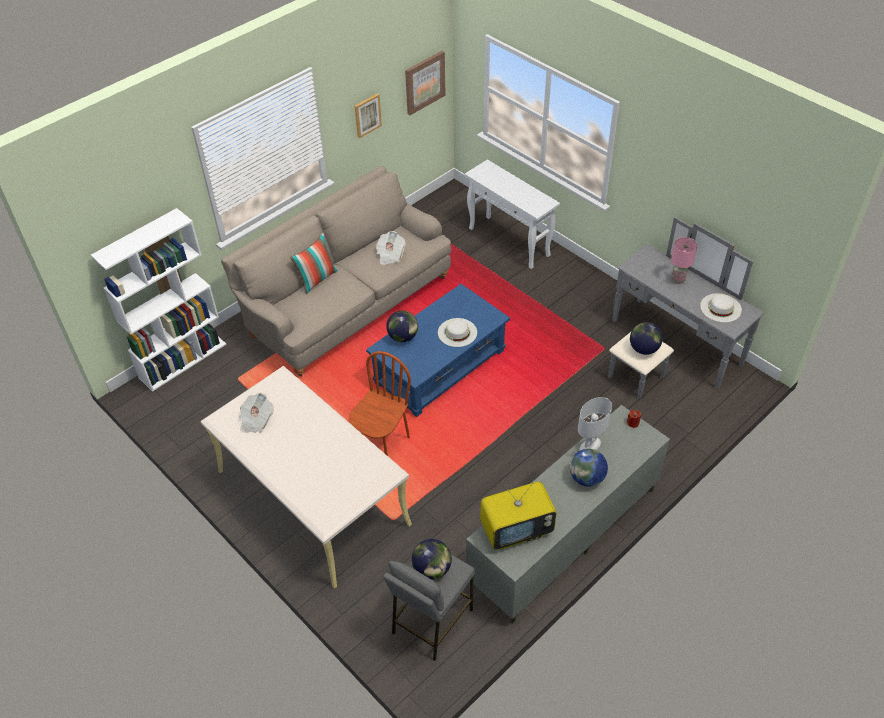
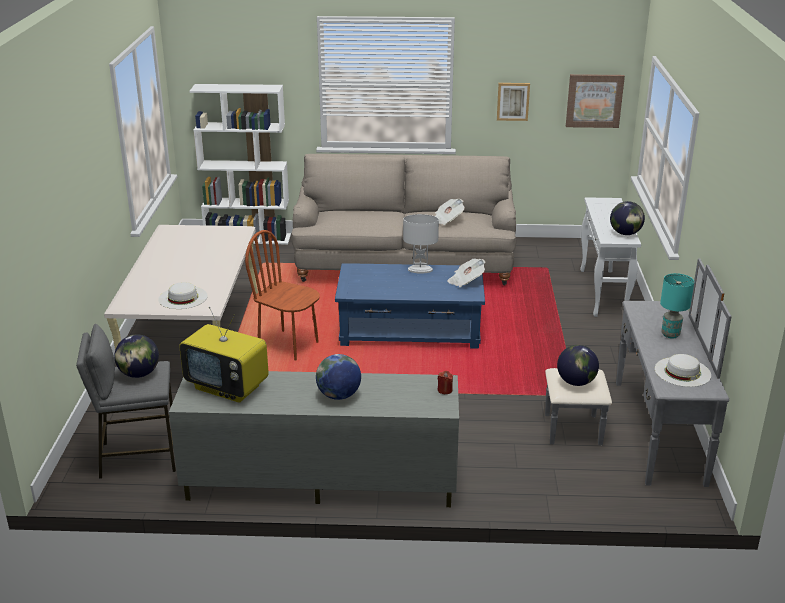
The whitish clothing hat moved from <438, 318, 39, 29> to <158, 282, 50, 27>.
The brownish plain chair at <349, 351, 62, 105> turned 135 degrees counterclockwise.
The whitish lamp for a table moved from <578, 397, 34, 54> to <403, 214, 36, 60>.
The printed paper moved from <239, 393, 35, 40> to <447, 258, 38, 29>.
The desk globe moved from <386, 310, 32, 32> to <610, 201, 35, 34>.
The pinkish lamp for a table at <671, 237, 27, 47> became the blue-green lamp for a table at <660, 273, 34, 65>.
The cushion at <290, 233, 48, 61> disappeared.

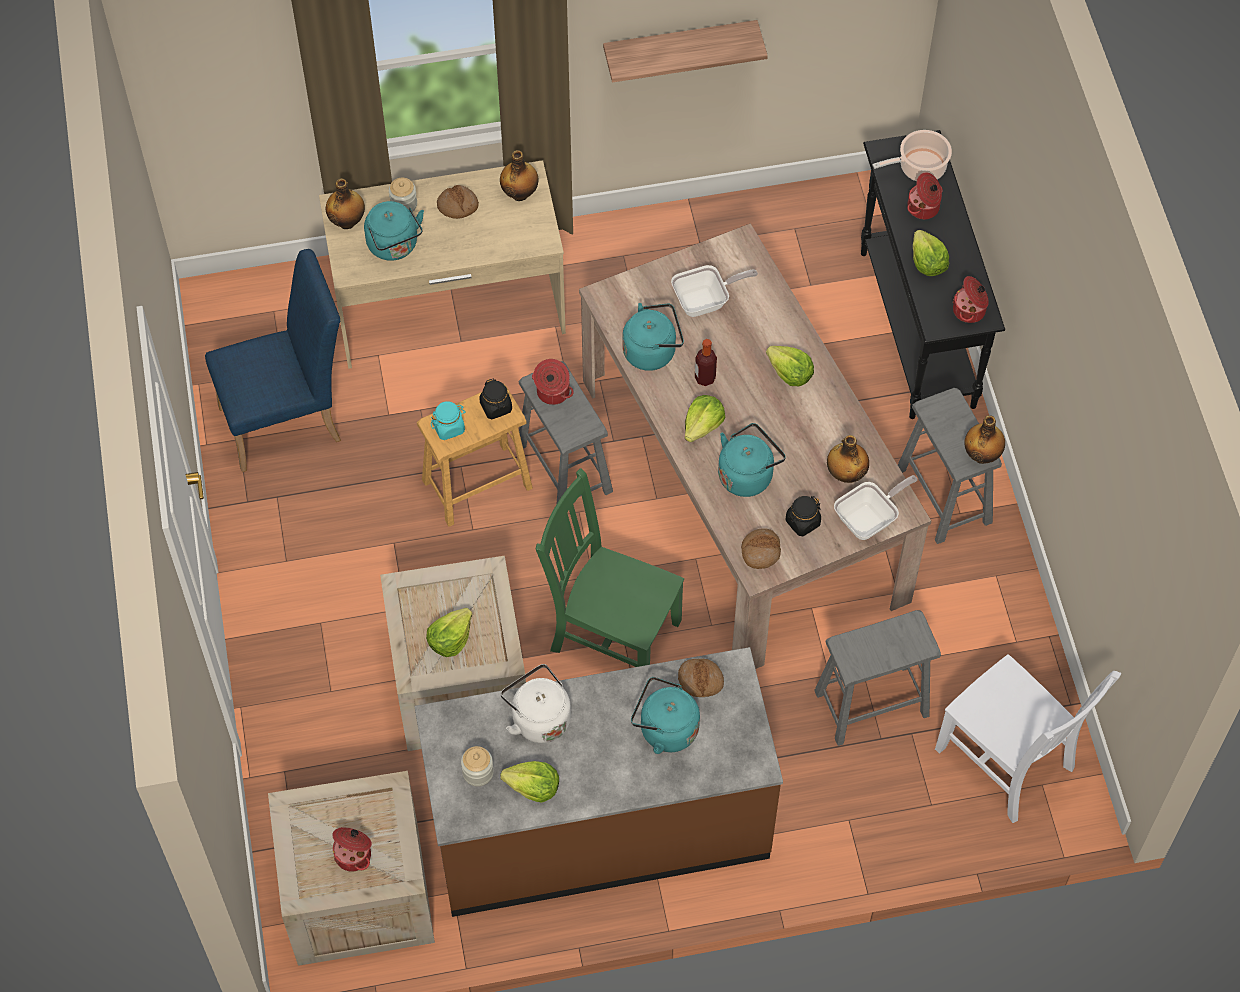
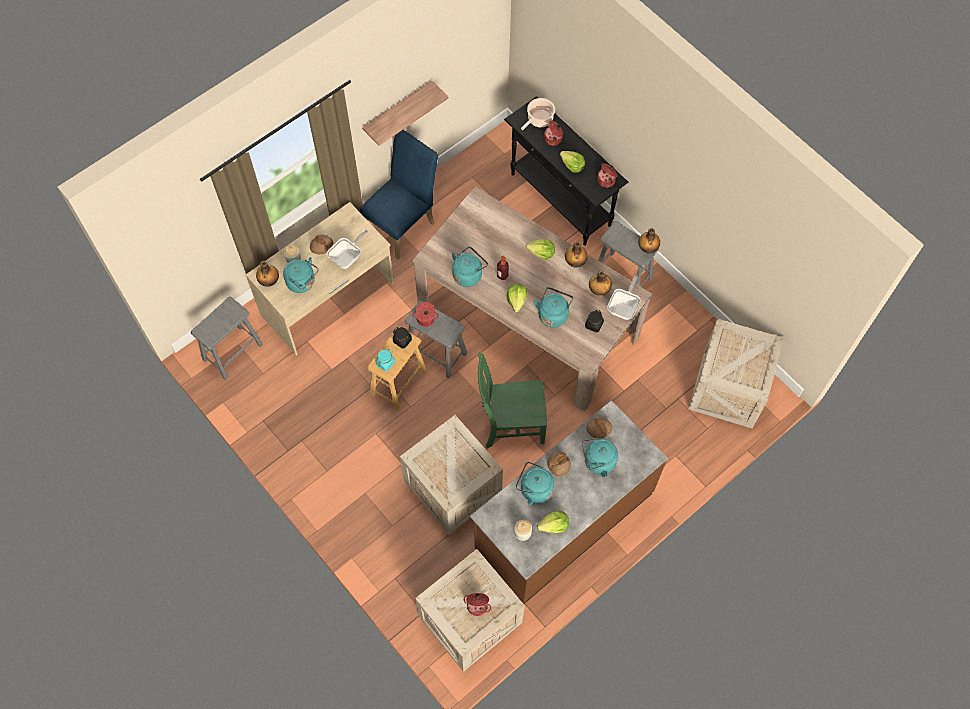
The greyish stool seat moved from <814, 610, 127, 136> to <190, 297, 73, 83>.
The frying pan moved from <671, 265, 87, 52> to <327, 230, 41, 39>.
The bluish plain chair moved from <205, 249, 136, 223> to <360, 130, 78, 130>.
The whitish kettle at <501, 664, 70, 79> became the blue-green kettle at <516, 462, 38, 43>.
The baked bread moved from <741, 528, 40, 41> to <547, 451, 24, 25>.
The bottle moved from <500, 150, 39, 51> to <565, 241, 22, 26>.
The whitish plain chair at <935, 654, 186, 169> was replaced by the shipping crate at <688, 319, 95, 109>.
The lettuce at <426, 608, 46, 49> disappeared.

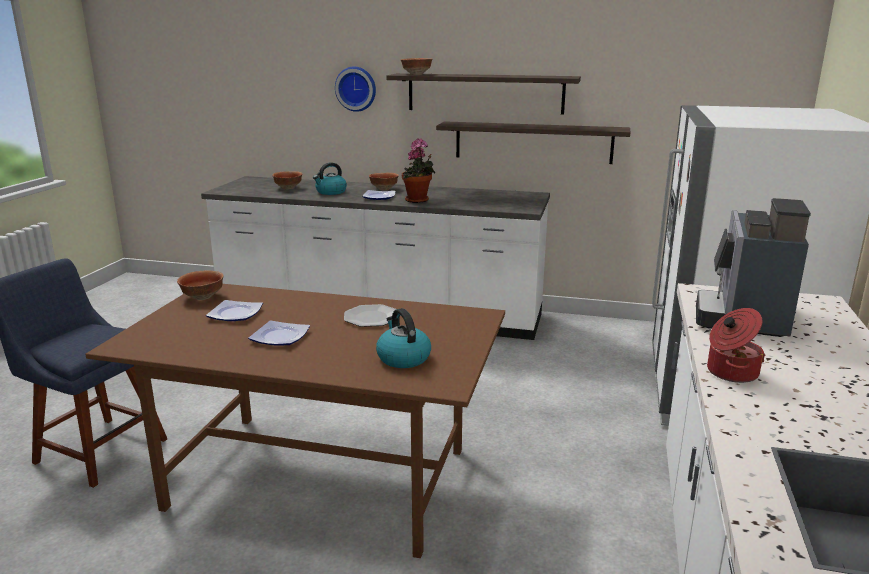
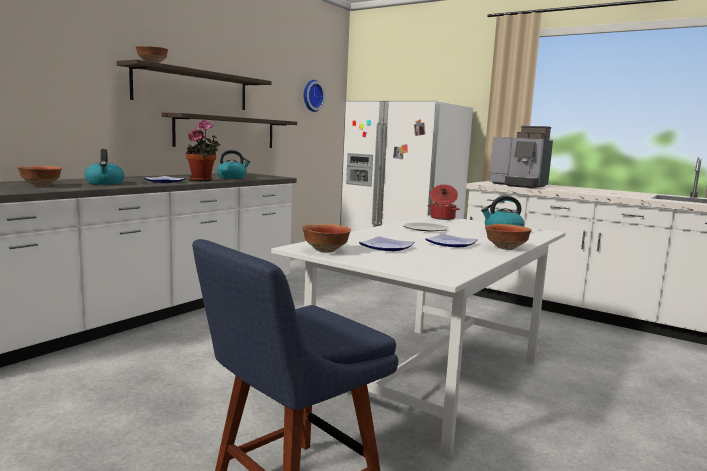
The kettle at <217, 150, 33, 29> appeared.
The brownish dining table at <85, 284, 420, 274> became the whitish dining table at <271, 215, 295, 242>.
The clock on the wall moved from <335, 67, 41, 45> to <304, 80, 21, 32>.
The stockpot moved from <707, 308, 58, 75> to <427, 185, 33, 35>.
The bowl moved from <369, 173, 30, 17> to <485, 224, 47, 26>.

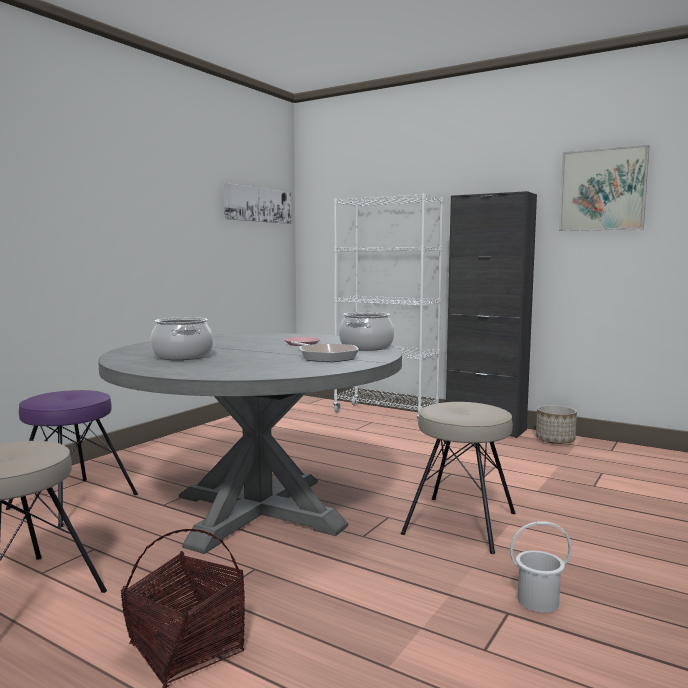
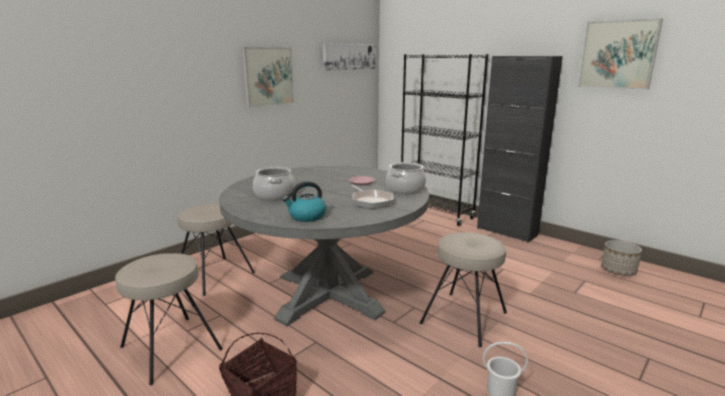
The purple stool seat at <6, 390, 132, 138> became the beige stool seat at <178, 204, 77, 92>.
The wall art at <242, 47, 52, 61> appeared.
The kettle at <282, 182, 44, 40> appeared.
The whitish bookshelf at <333, 193, 110, 226> became the black bookshelf at <401, 54, 87, 172>.
The flower pot moved from <536, 405, 41, 39> to <601, 240, 41, 36>.

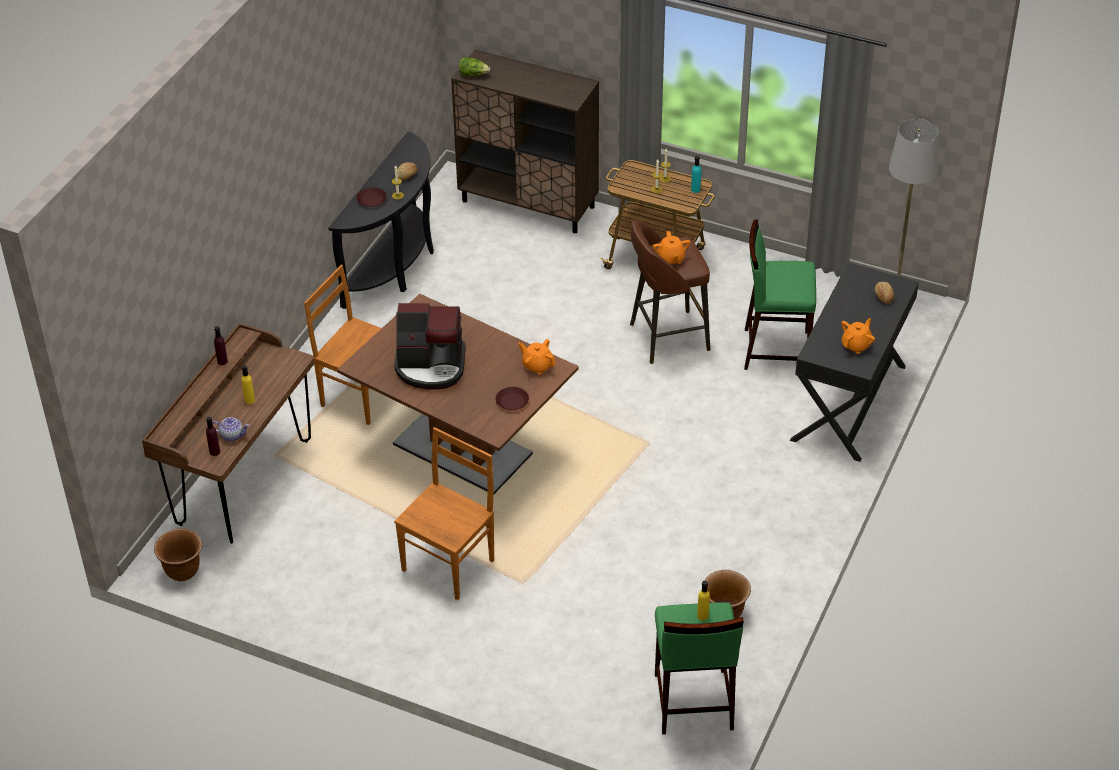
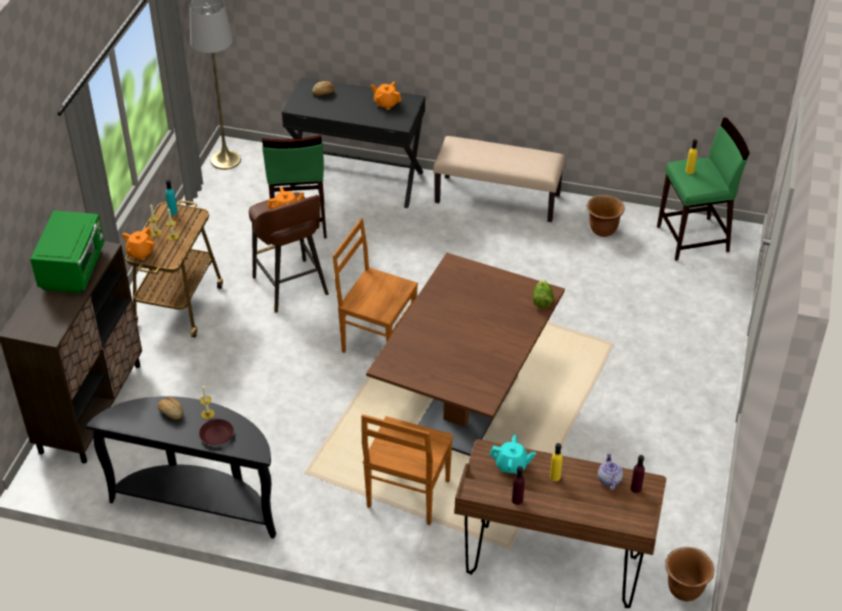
The green-coloured kitchen microwave at <30, 210, 74, 83> appeared.
The orange teapot moved from <518, 339, 38, 35> to <122, 227, 32, 33>.
The brownish plain chair moved from <394, 427, 100, 173> to <333, 218, 85, 135>.
The beige long seat at <433, 136, 132, 86> appeared.
The blue-green teapot at <490, 435, 46, 39> appeared.
The lettuce moved from <459, 57, 31, 19> to <533, 280, 21, 28>.
The coffee machine at <394, 303, 72, 87> disappeared.
The brownish flat dish at <496, 387, 33, 23> disappeared.

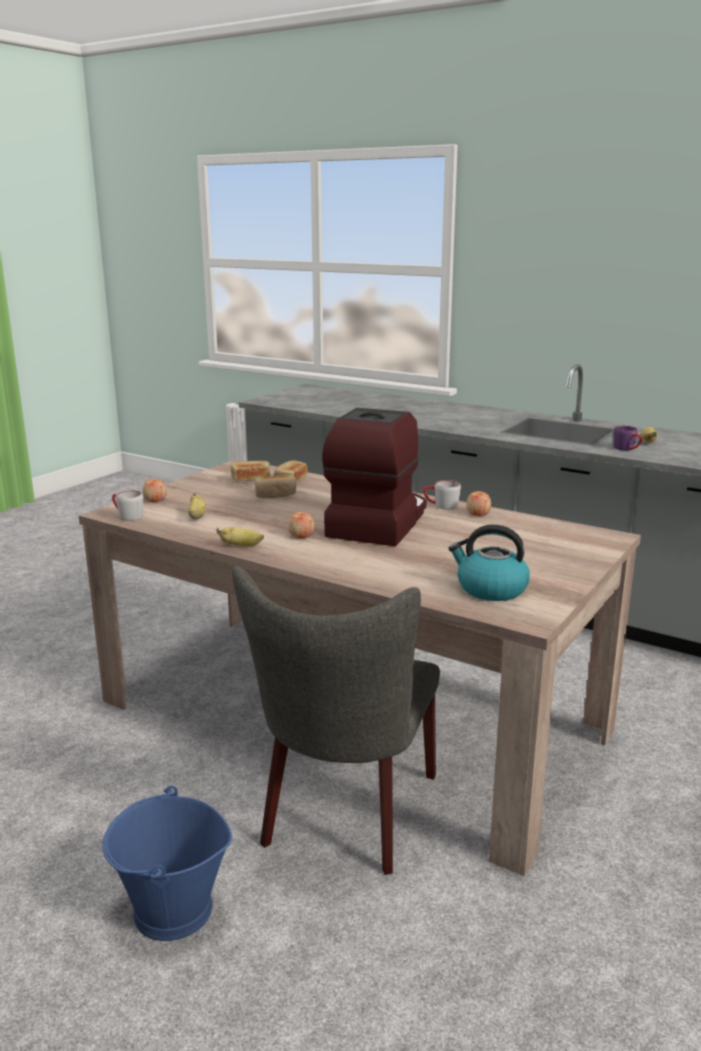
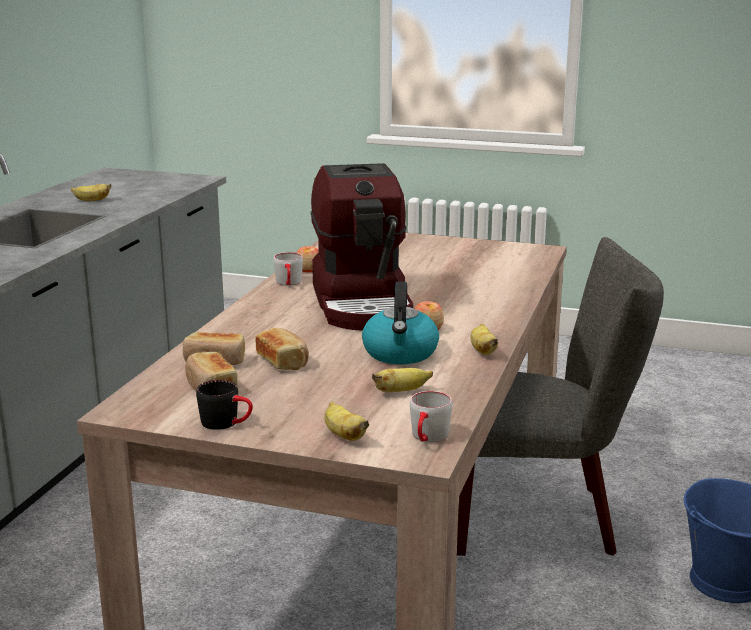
The black mug at <196, 380, 57, 50> appeared.
The coffee machine at <322, 408, 105, 138> turned 105 degrees counterclockwise.
The apple at <142, 479, 25, 23> was replaced by the banana at <324, 402, 45, 39>.
The kettle moved from <448, 525, 82, 76> to <362, 281, 77, 84>.
The purple mug at <614, 426, 28, 25> disappeared.

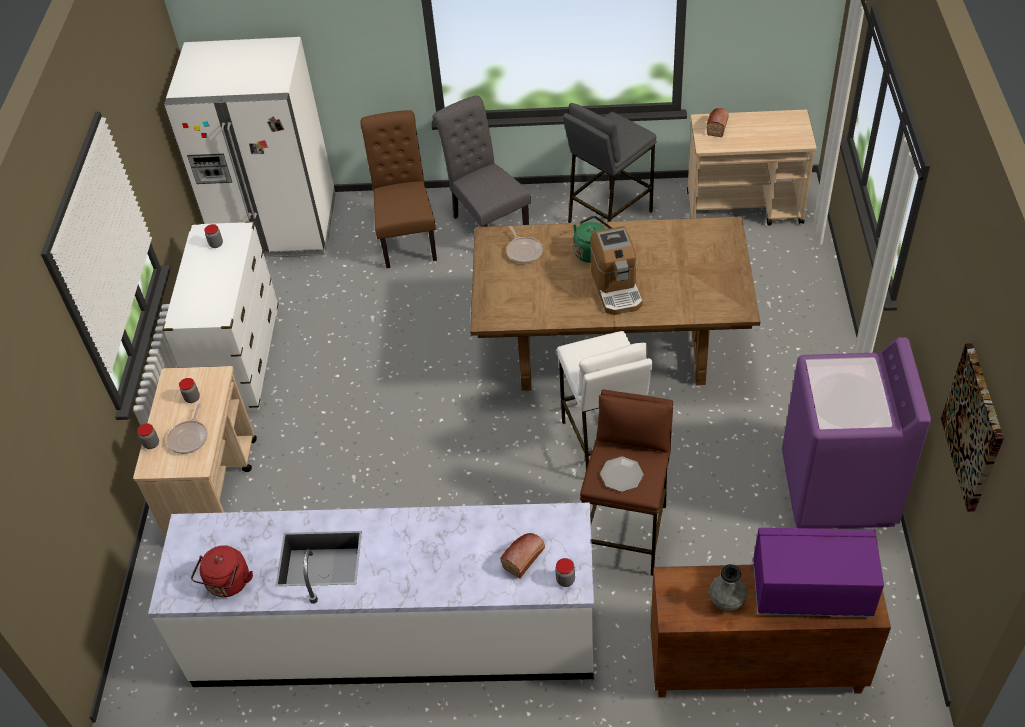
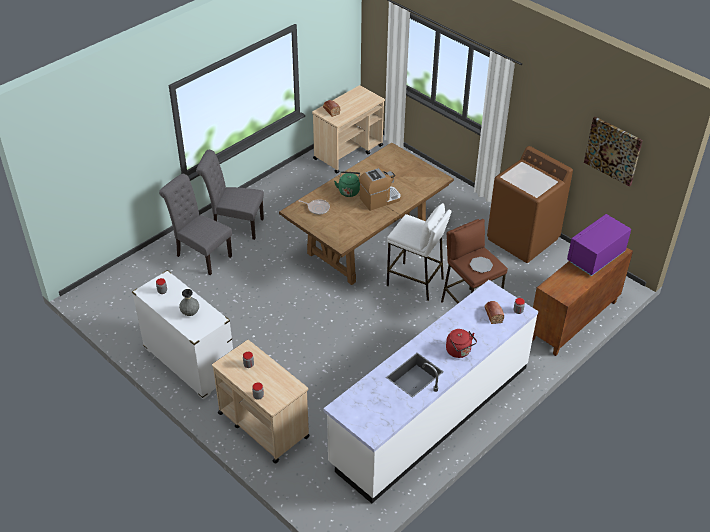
The brownish plain chair at <360, 110, 77, 158> became the greyish plain chair at <159, 174, 73, 101>.
The greyish flower vase moved from <709, 564, 38, 47> to <179, 289, 20, 27>.
The coffee machine at <590, 226, 53, 89> turned 60 degrees counterclockwise.
The reddish kettle moved from <191, 545, 62, 52> to <446, 329, 31, 29>.
The purple washing machine at <782, 337, 149, 192> became the brownish washing machine at <487, 146, 86, 117>.
The whitish kitchen fridge at <164, 37, 172, 220> disappeared.
The frying pan at <166, 404, 42, 50> disappeared.
The greyish stool seat at <563, 103, 93, 120> disappeared.

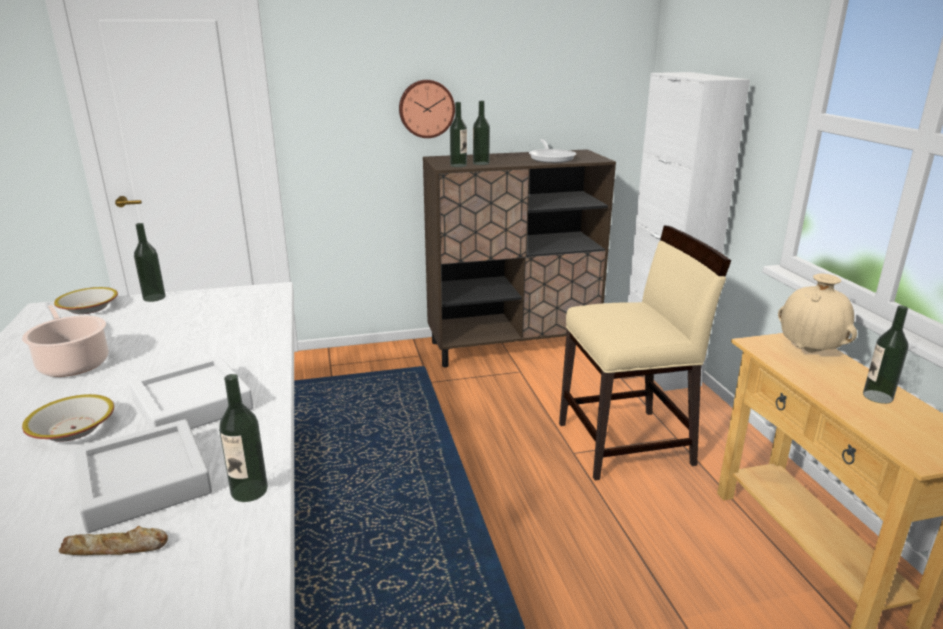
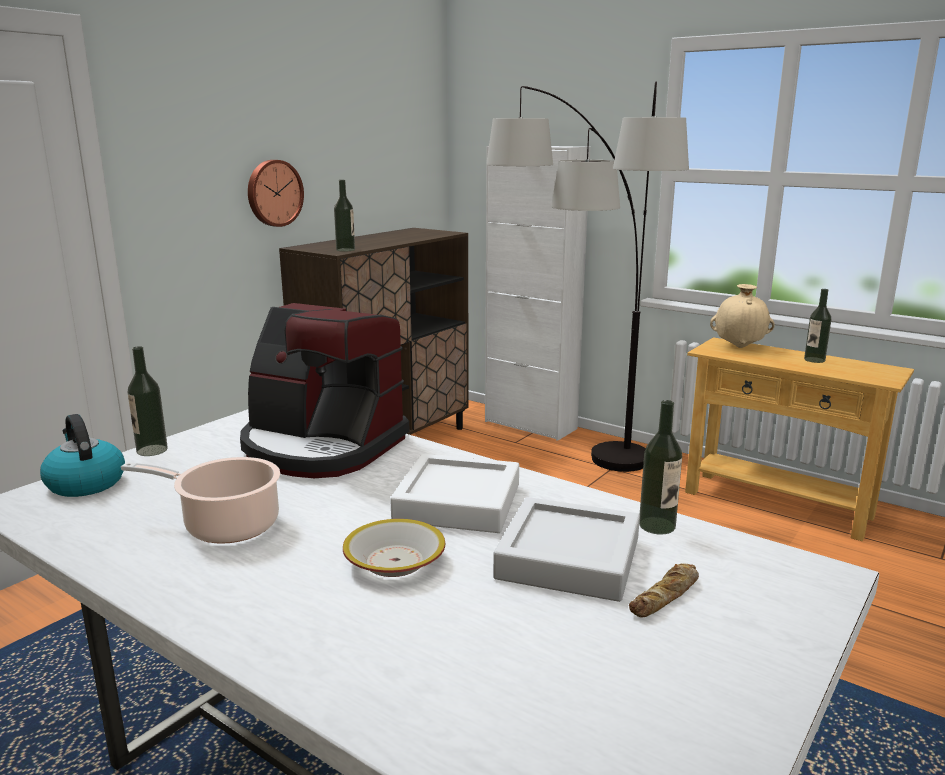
The bowl at <54, 287, 64, 27> was replaced by the kettle at <40, 414, 85, 83>.
The coffee machine at <240, 303, 170, 175> appeared.
The beige plain chair at <559, 225, 172, 255> was replaced by the floor lamp at <486, 82, 203, 390>.
The bottle at <473, 101, 17, 64> disappeared.
The frying pan at <529, 139, 47, 24> disappeared.

